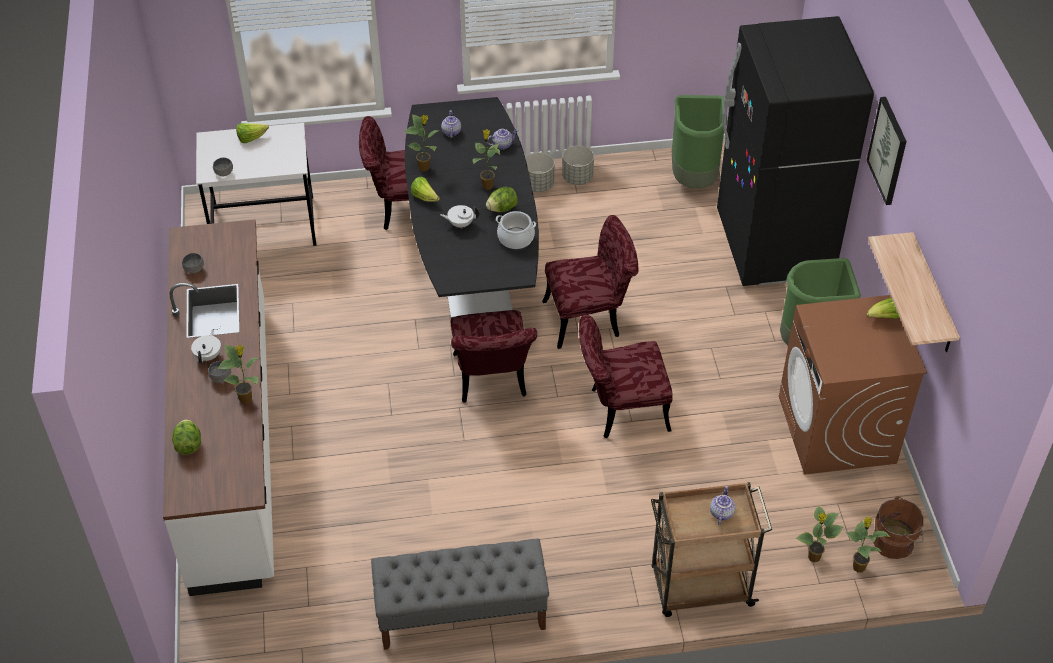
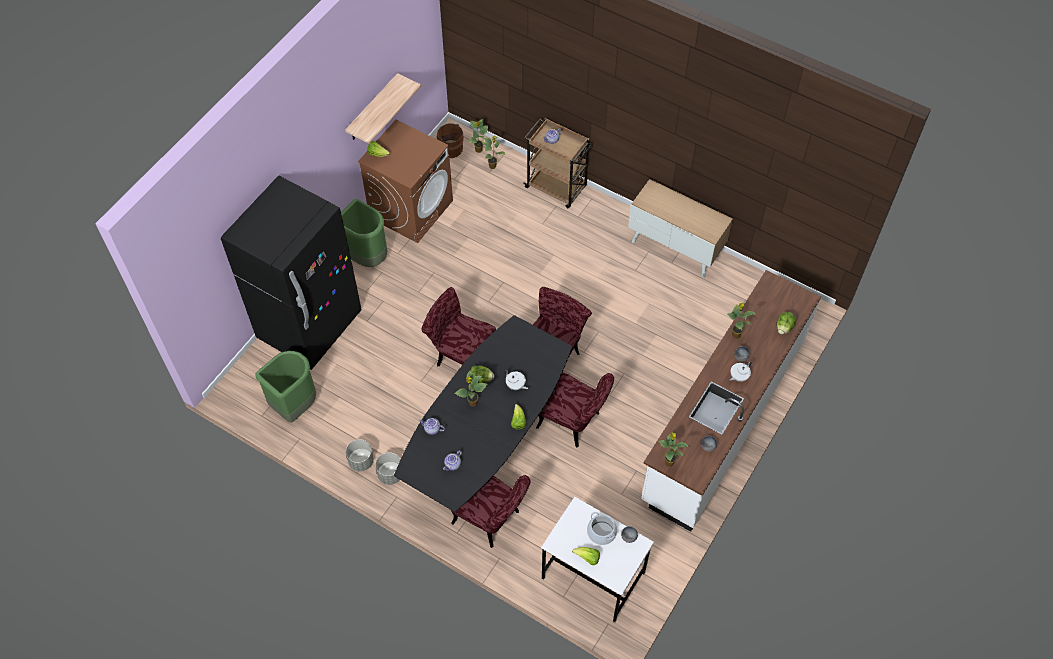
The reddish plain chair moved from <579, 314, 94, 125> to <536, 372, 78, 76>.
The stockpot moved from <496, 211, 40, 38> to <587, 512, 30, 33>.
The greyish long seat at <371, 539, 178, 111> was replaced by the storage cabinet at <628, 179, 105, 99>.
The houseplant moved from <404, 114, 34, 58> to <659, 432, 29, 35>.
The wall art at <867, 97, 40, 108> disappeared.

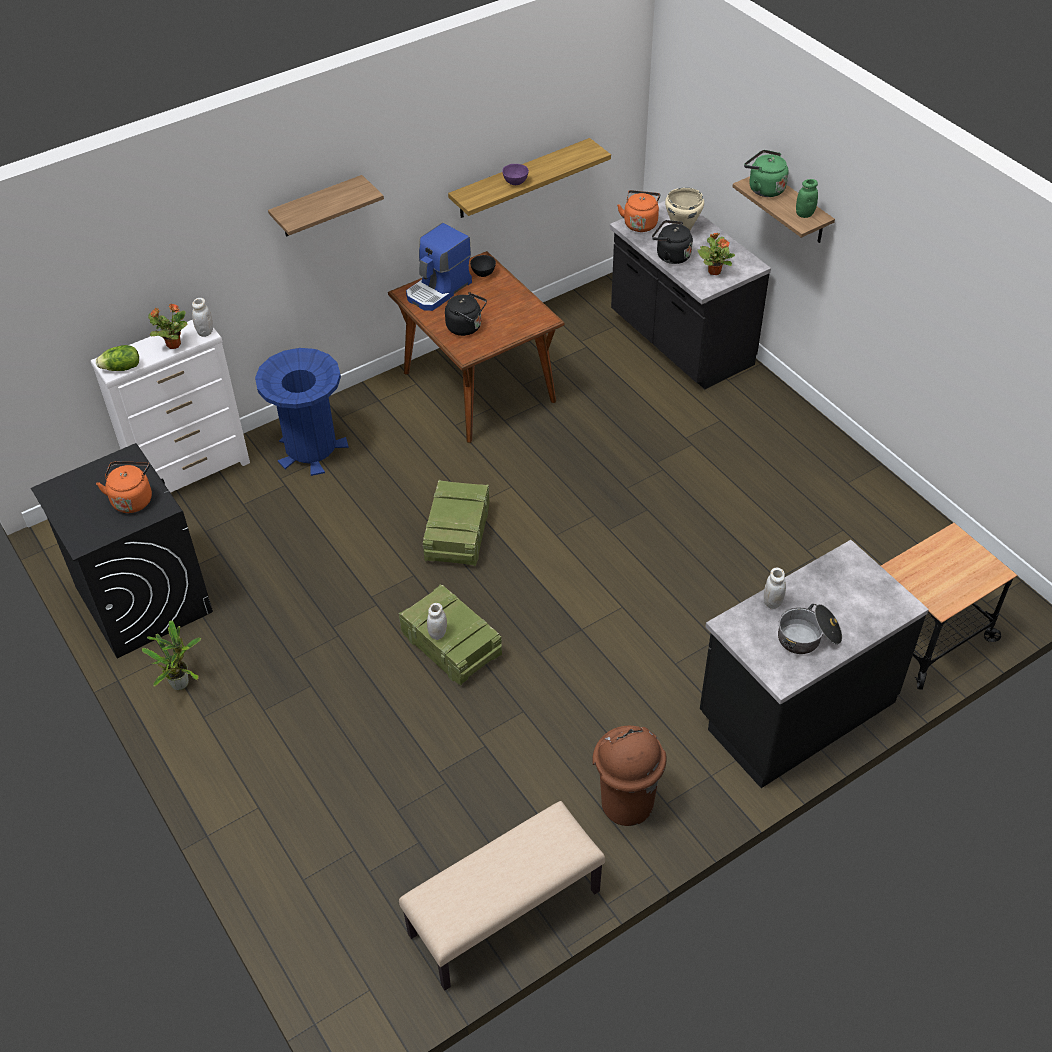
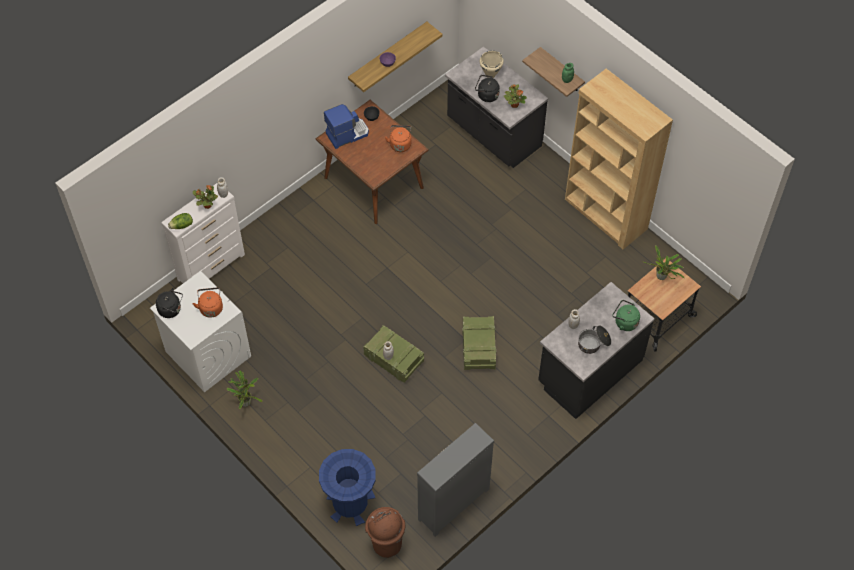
The black washing machine at <31, 443, 182, 215> became the whitish washing machine at <150, 271, 101, 121>.
The black kettle moved from <445, 292, 42, 44> to <156, 288, 27, 30>.
The bluish rubbish bin moved from <255, 348, 94, 128> to <319, 449, 57, 77>.
The coffee machine at <406, 223, 66, 88> turned 150 degrees counterclockwise.
The brownish rubbish bin moved from <592, 726, 74, 100> to <365, 507, 40, 51>.
The orange kettle moved from <617, 190, 43, 42> to <385, 125, 26, 27>.
The beige long seat at <399, 801, 206, 189> was replaced by the greyish drawer chest at <417, 423, 77, 114>.
The shipping crate moved from <423, 480, 66, 86> to <462, 316, 34, 54>.
The brownish bookshelf at <565, 68, 108, 181> appeared.
The green-coloured kettle moved from <744, 150, 45, 47> to <613, 300, 27, 31>.
The houseplant at <644, 245, 40, 35> appeared.
The wall shelf at <268, 175, 116, 62> disappeared.

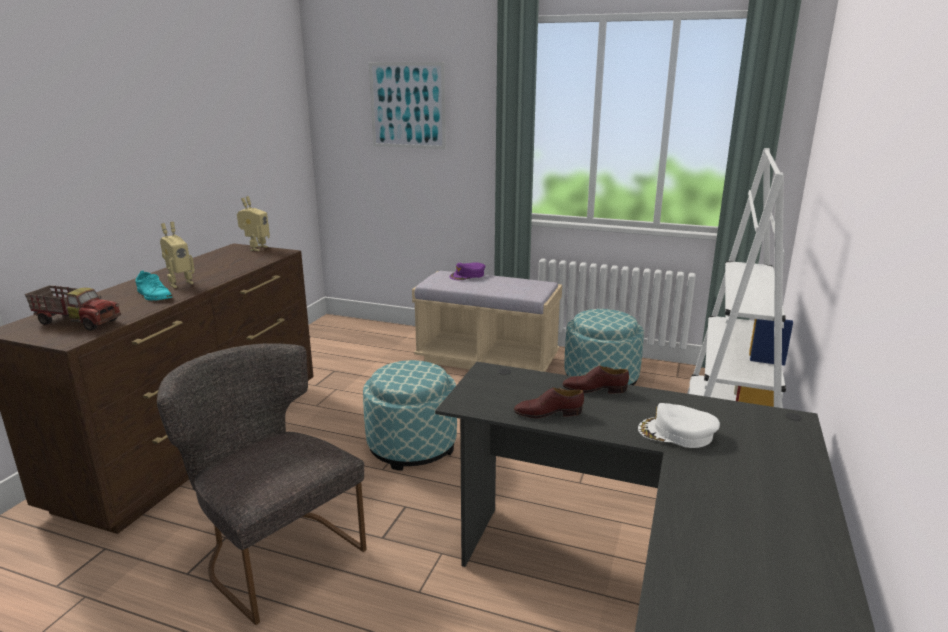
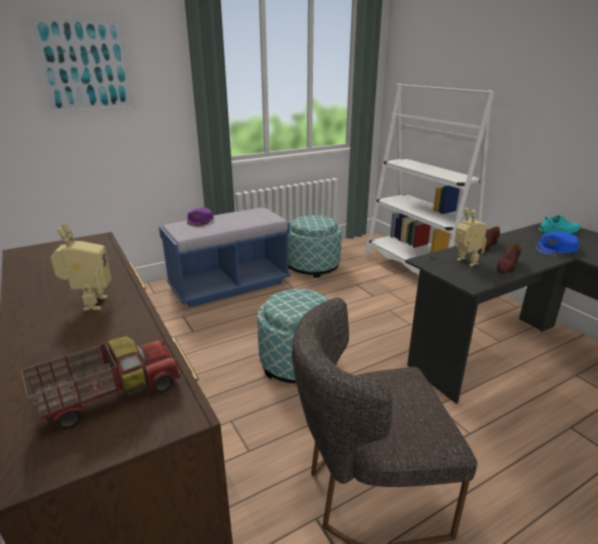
The beige long seat at <412, 271, 150, 101> became the bluish long seat at <159, 207, 131, 100>.
The toy robot moved from <237, 196, 33, 55> to <454, 208, 33, 59>.
The whitish peaked cap at <638, 403, 82, 45> became the bluish peaked cap at <535, 232, 44, 24>.
The blue-green low shoe moved from <135, 270, 37, 31> to <539, 215, 41, 18>.

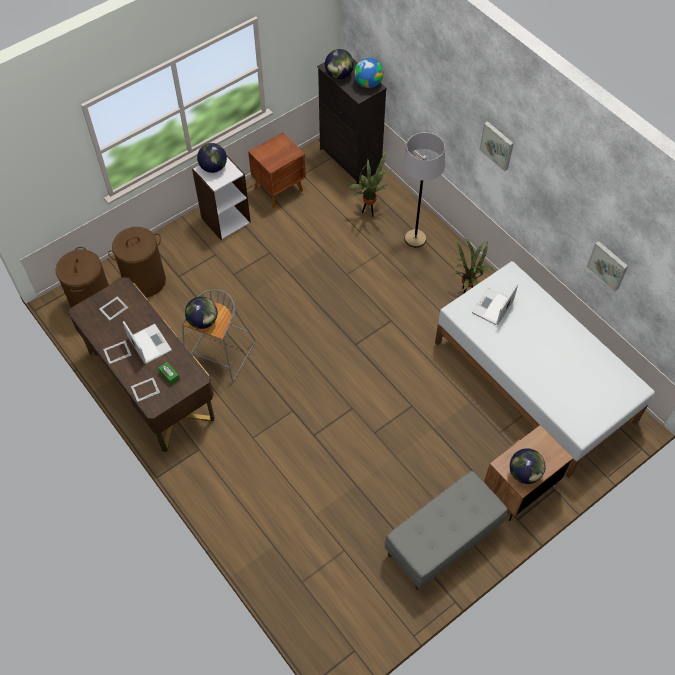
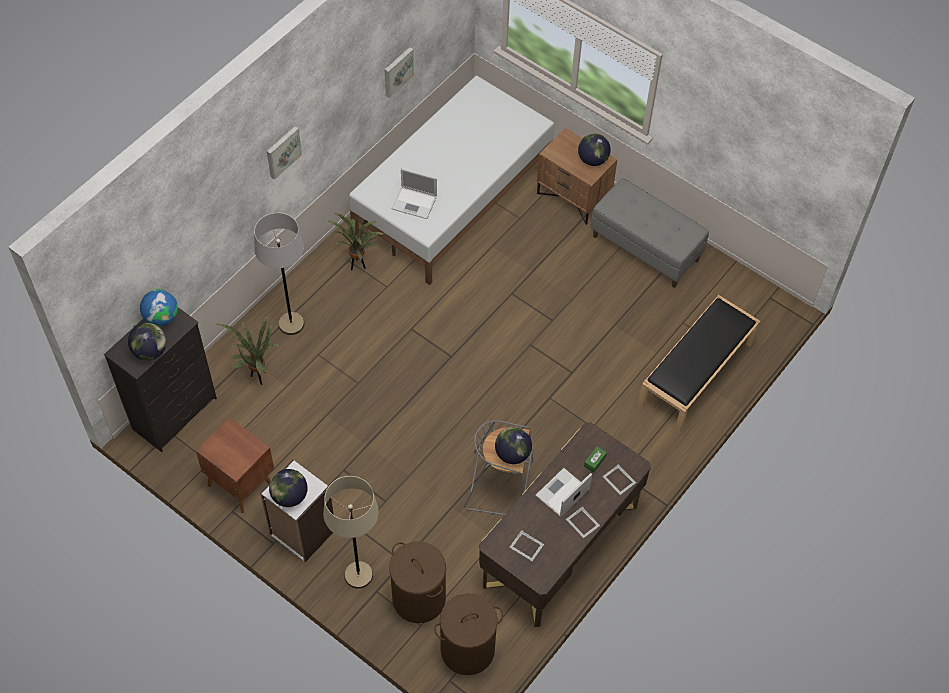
The beige floor lamp at <323, 476, 56, 113> appeared.
The black long seat at <638, 295, 122, 138> appeared.

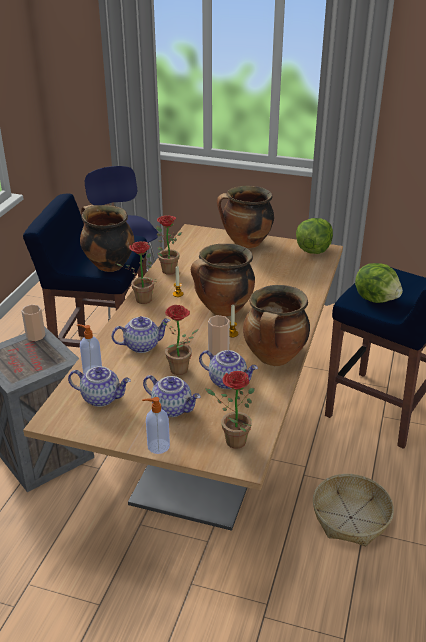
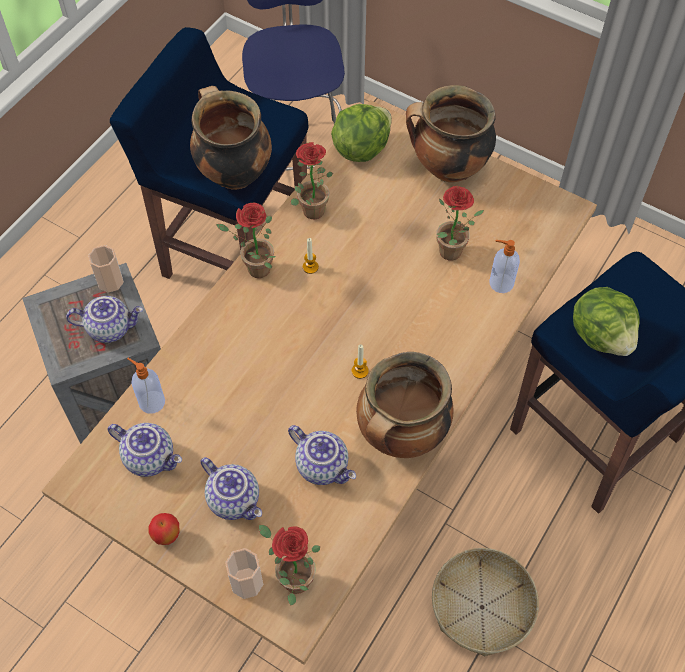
The teapot moved from <112, 316, 58, 37> to <66, 296, 77, 47>.
The apple at <148, 513, 32, 32> appeared.
The drinking cup moved from <208, 315, 22, 40> to <225, 548, 38, 51>.
The lettuce moved from <296, 218, 37, 36> to <331, 104, 61, 58>.
The houseplant moved from <162, 305, 36, 70> to <436, 186, 48, 75>.
The soap bottle moved from <142, 397, 28, 57> to <489, 240, 31, 53>.
The stockpot at <191, 244, 64, 73> disappeared.

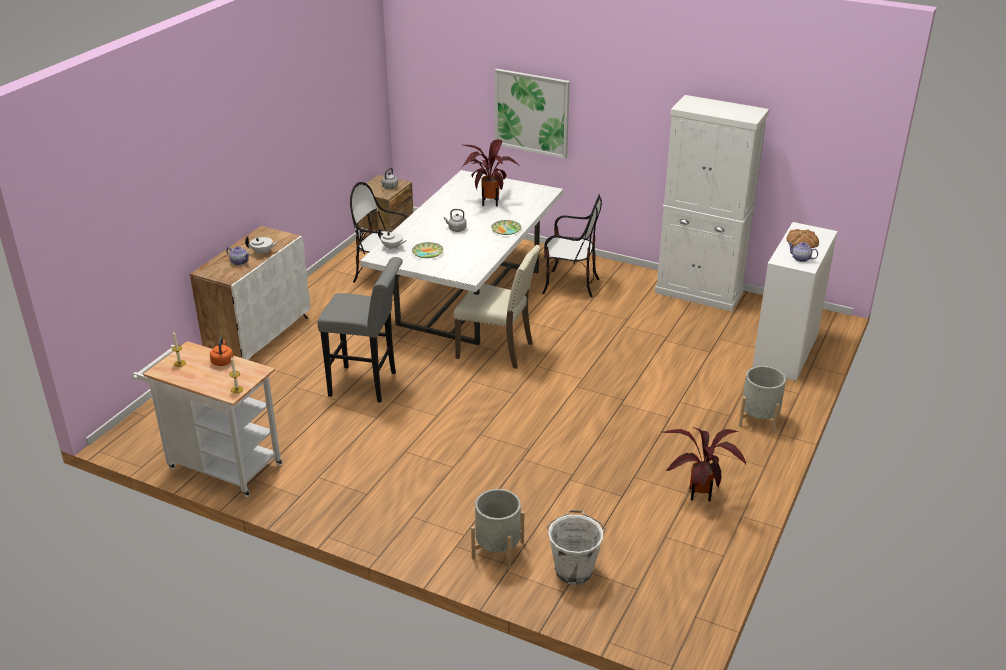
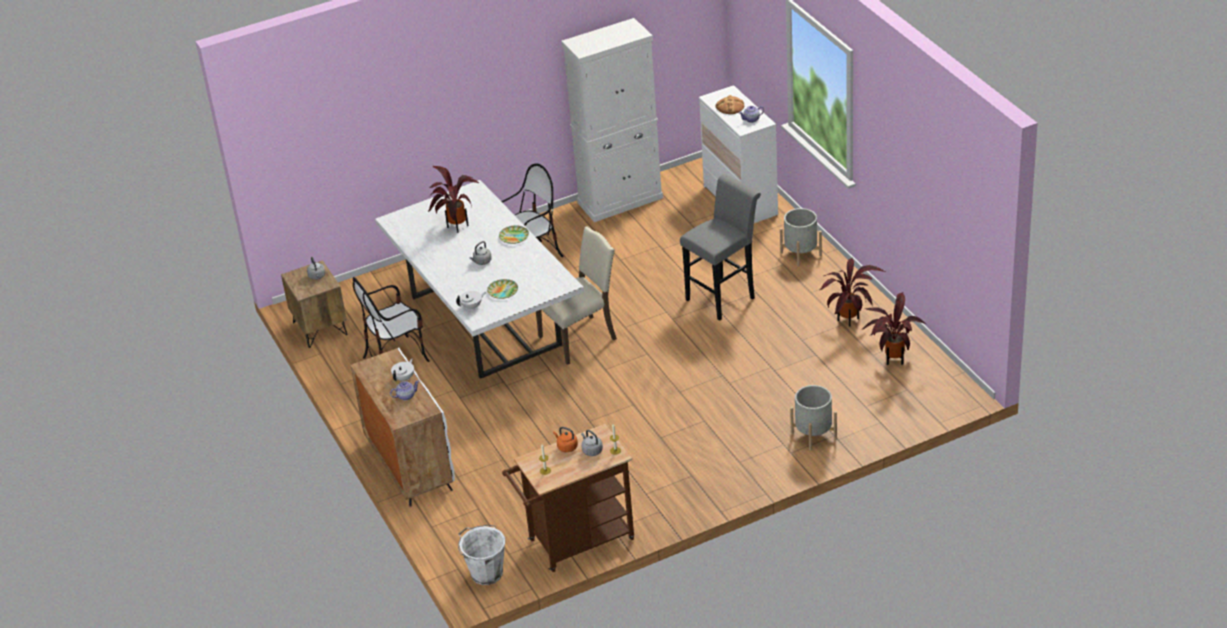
The whitish bucket moved from <547, 510, 59, 75> to <458, 525, 47, 60>.
The whitish wheeled cart at <133, 341, 149, 156> became the brownish wheeled cart at <502, 424, 132, 148>.
The greyish kettle at <581, 430, 22, 26> appeared.
The greyish stool seat moved from <317, 257, 86, 146> to <680, 174, 81, 147>.
The houseplant at <861, 293, 66, 72> appeared.
The wall art at <495, 69, 75, 90> disappeared.

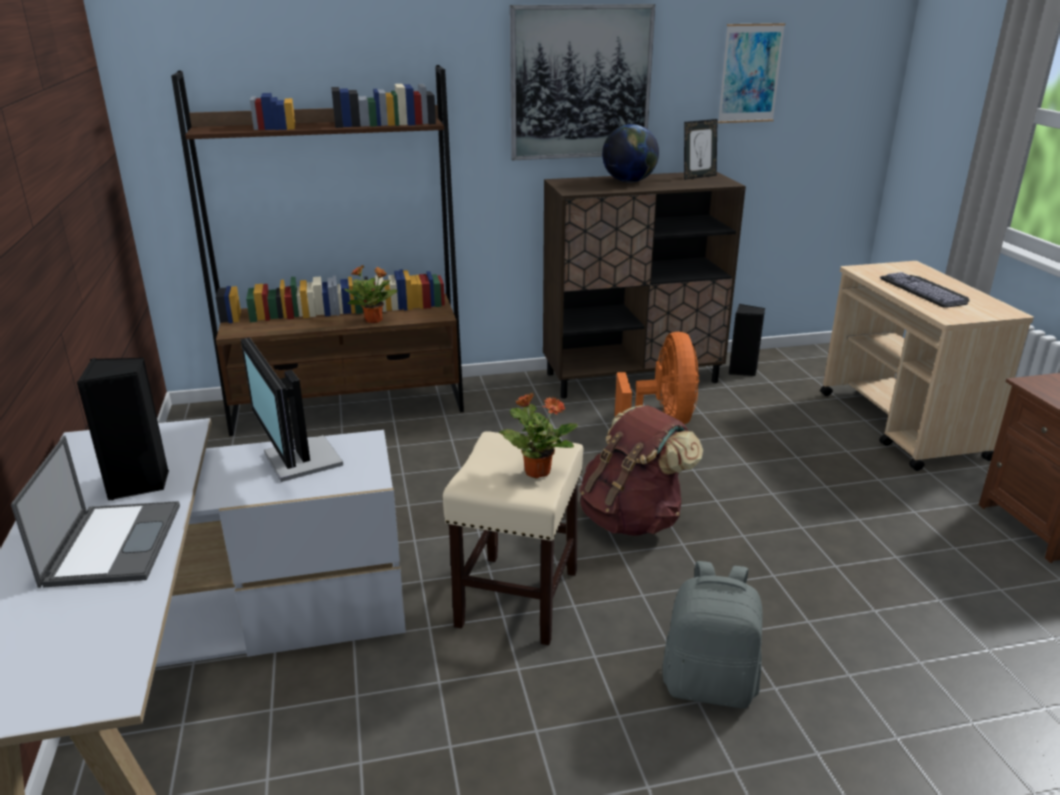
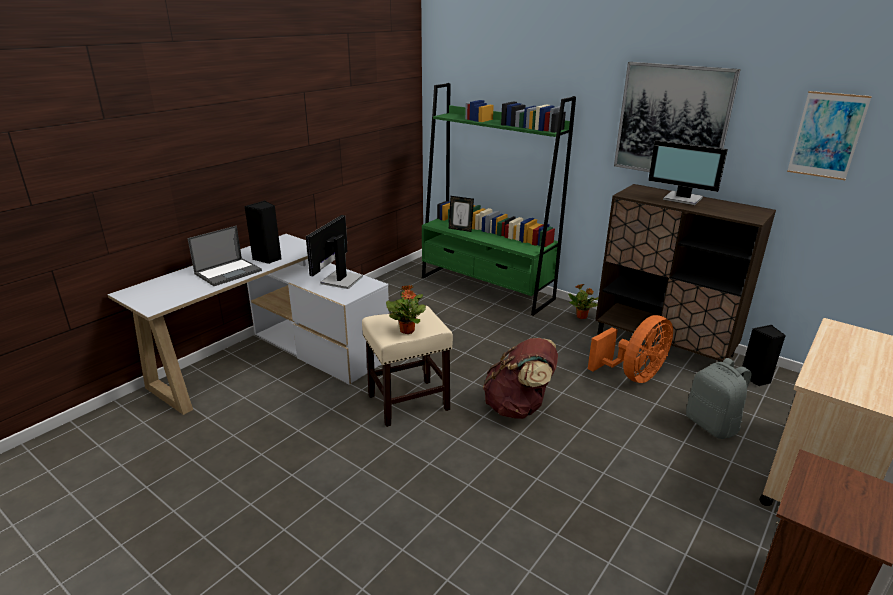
The brownish bookshelf at <171, 65, 293, 371> became the green-coloured bookshelf at <422, 83, 154, 233>.
The picture frame moved from <684, 119, 34, 61> to <449, 196, 25, 36>.
The houseplant moved from <344, 265, 54, 58> to <568, 284, 31, 35>.
The desk globe at <602, 124, 57, 58> was replaced by the monitor at <648, 140, 80, 65>.
The greyish rucksack moved from <662, 561, 101, 147> to <686, 358, 65, 81>.
The computer keyboard at <880, 272, 90, 36> disappeared.

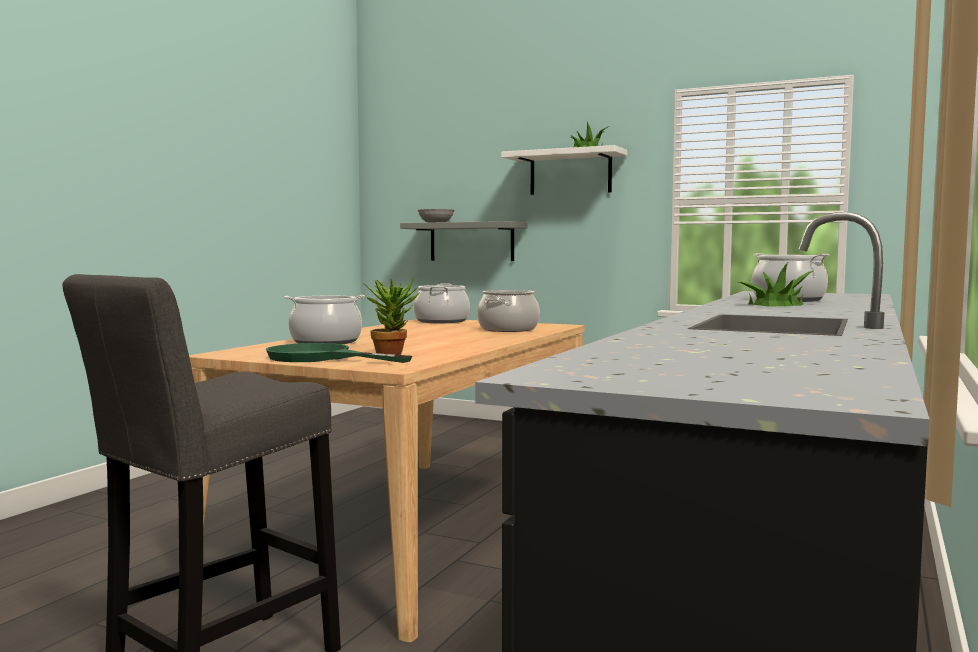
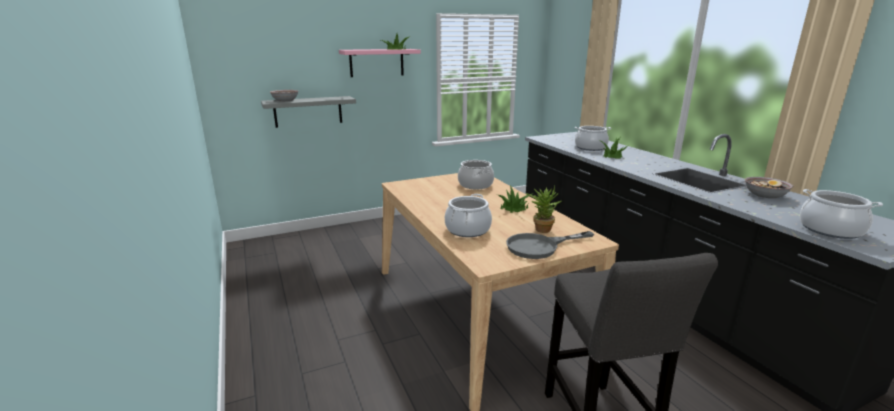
The whitish wall shelf at <501, 145, 126, 50> became the pinkish wall shelf at <339, 49, 82, 28>.
The houseplant at <498, 186, 36, 27> appeared.
The green-coloured frying pan at <266, 343, 146, 20> became the greyish frying pan at <506, 231, 88, 28>.
The bowl at <745, 177, 48, 21> appeared.
The stockpot moved from <414, 283, 56, 40> to <800, 189, 83, 50>.

